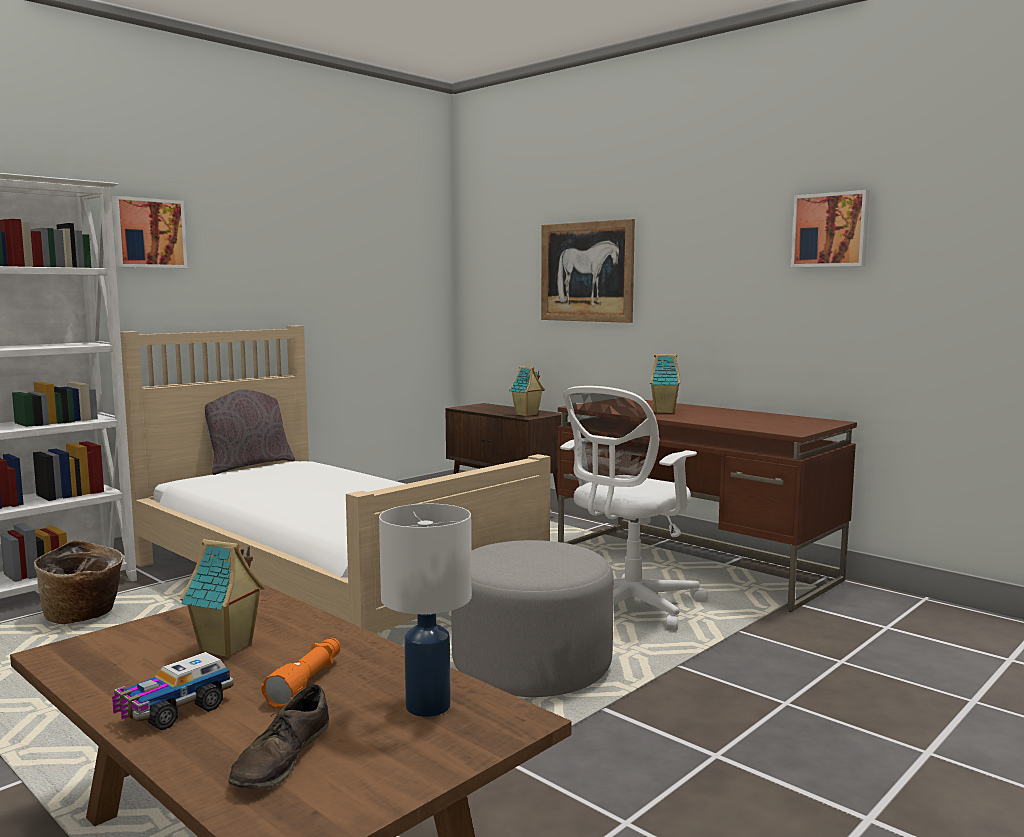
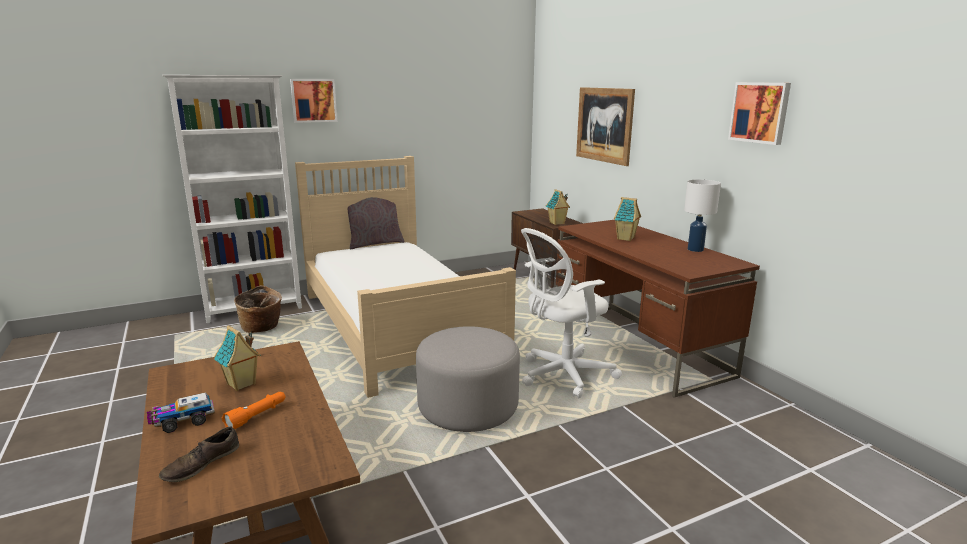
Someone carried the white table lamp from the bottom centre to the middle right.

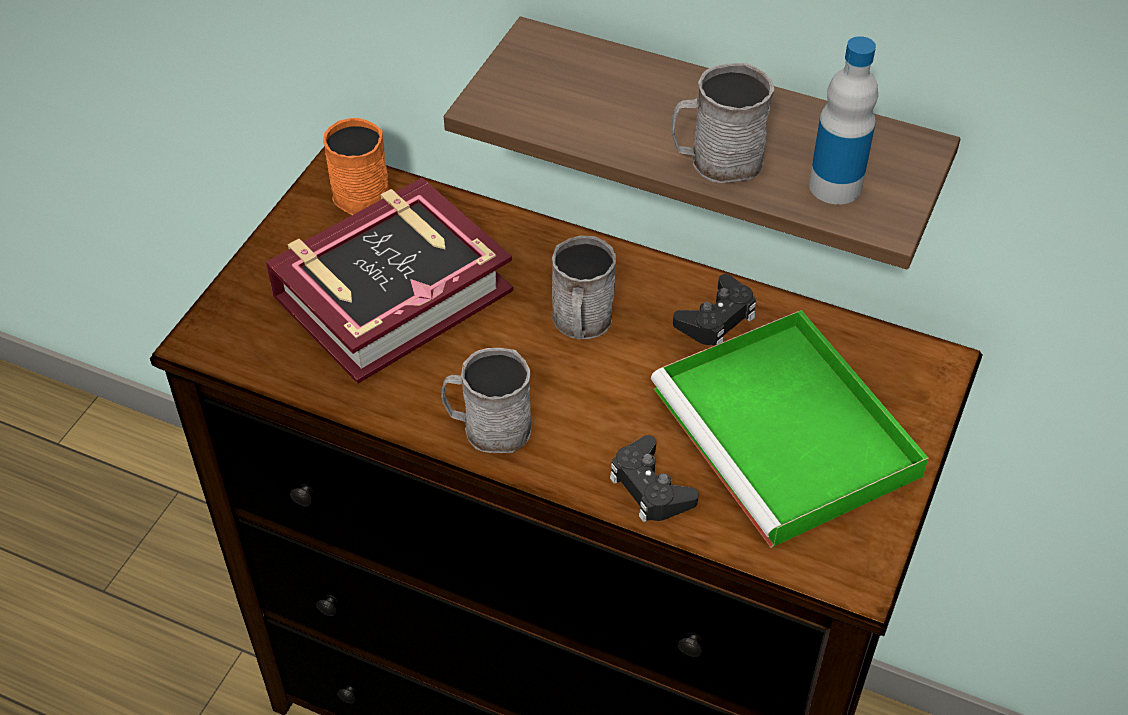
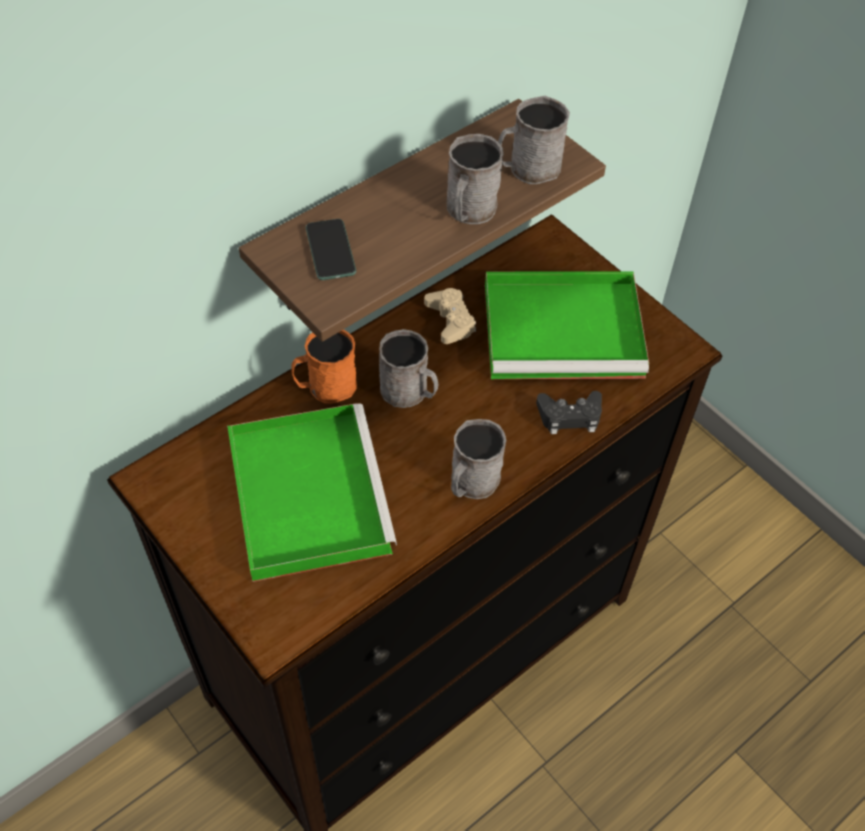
Someone swapped the bottle at the top right for the grey mug (no. 4 from left) at the top centre.
Someone carried the orange mug from the top left to the centre.
Someone swapped the book at the centre for the green tray (no. 1 from left) at the centre.
Someone repainted the black game controller (no. 2 from left) at the centre, which became the beige game controller at the centre.
Someone put down the phone at the top centre.

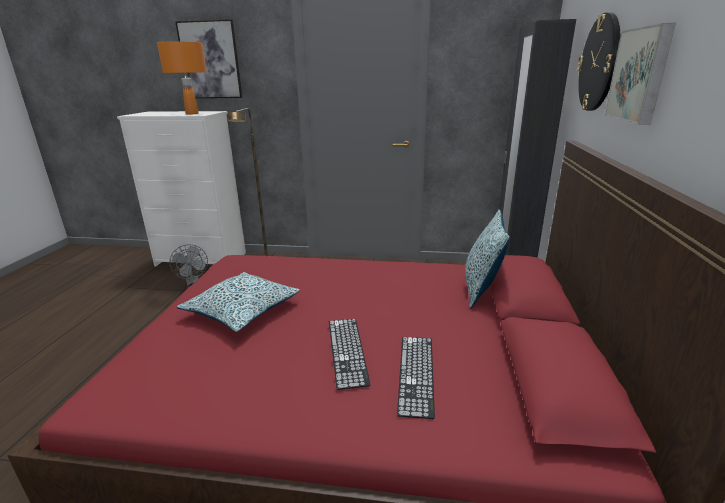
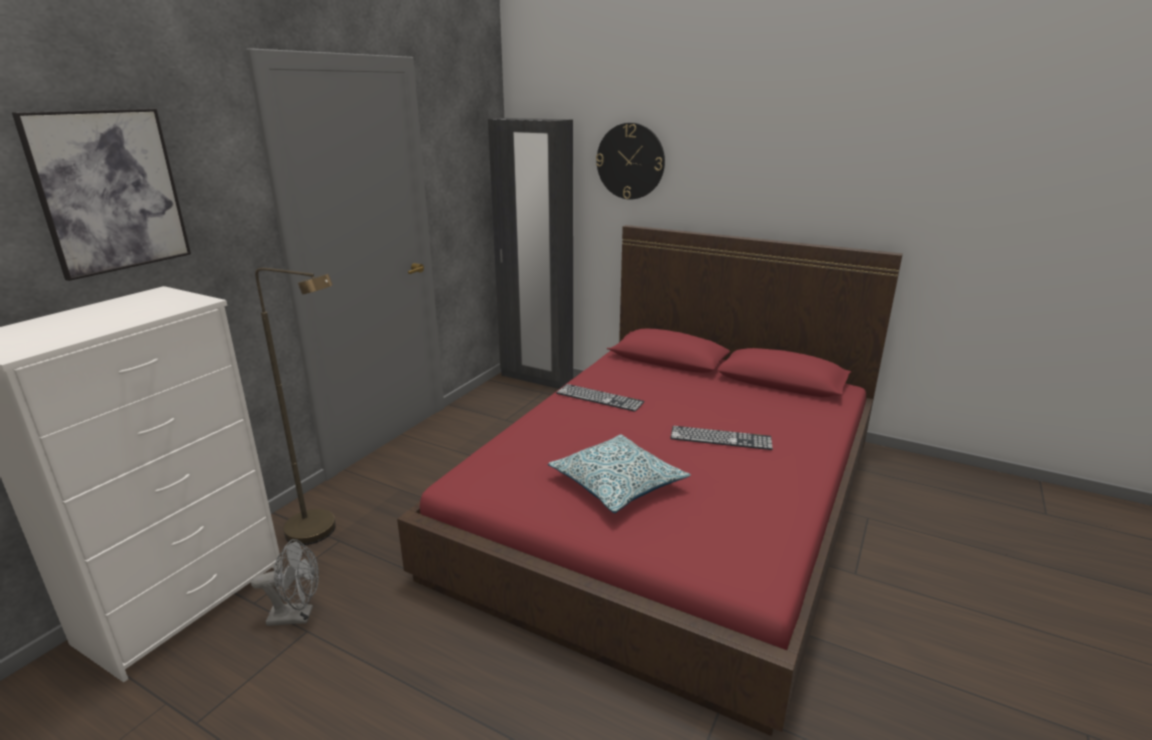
Someone took away the picture (no. 2 from left) at the top right.
Someone took away the orange table lamp at the top left.
Someone took away the pillow (no. 2 from left) at the middle right.
Someone carried the keyboard (no. 2 from left in the first image) from the bottom centre to the centre.

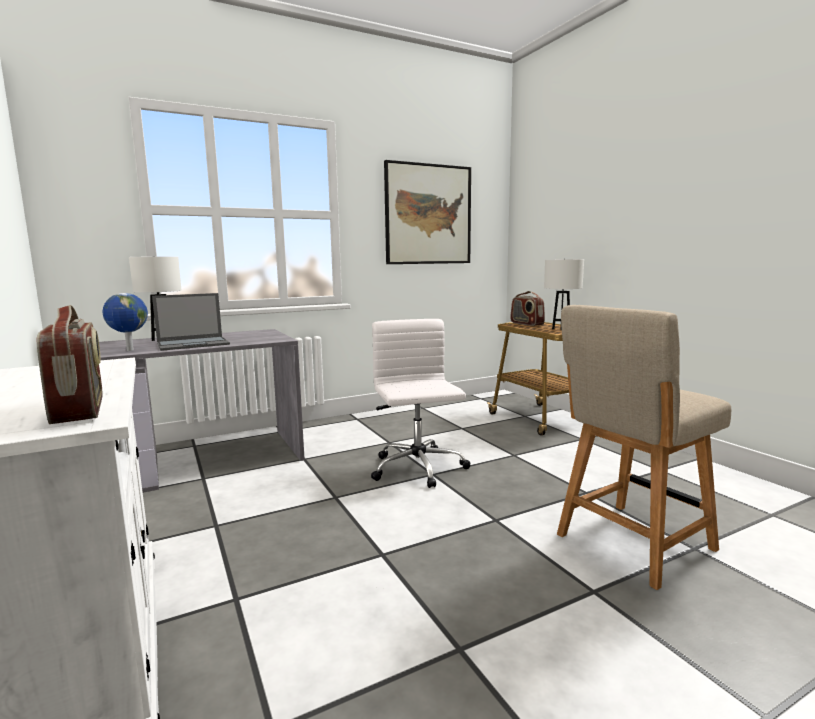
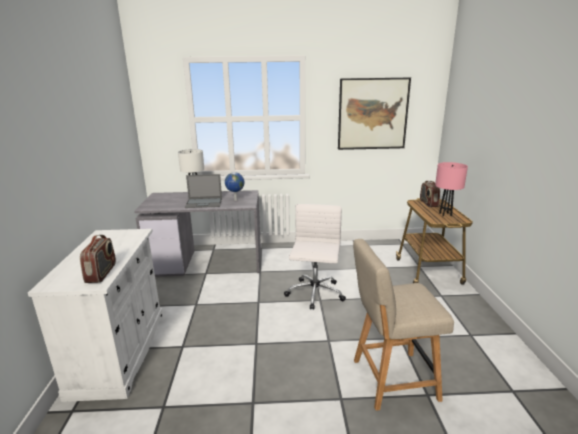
Someone repainted the white table lamp (no. 2 from left) at the middle right, which became the pink table lamp at the middle right.
Someone carried the globe from the middle left to the centre.

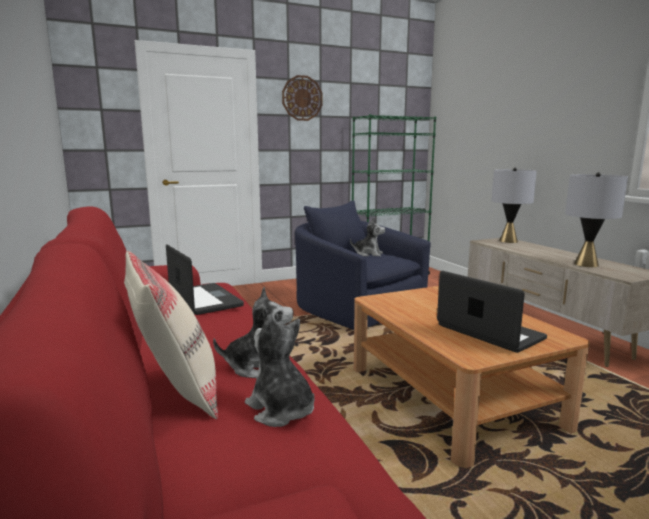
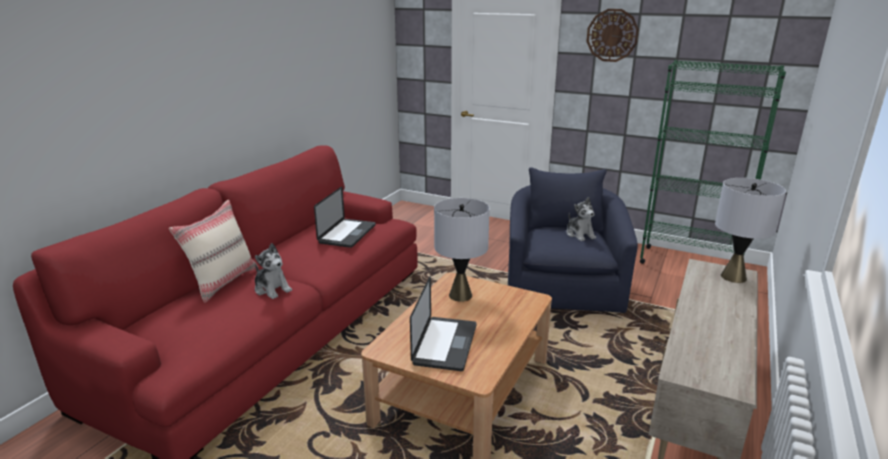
Someone carried the grey table lamp (no. 2 from left in the first image) from the middle right to the centre.
Someone took away the plush toy (no. 2 from left) at the bottom centre.

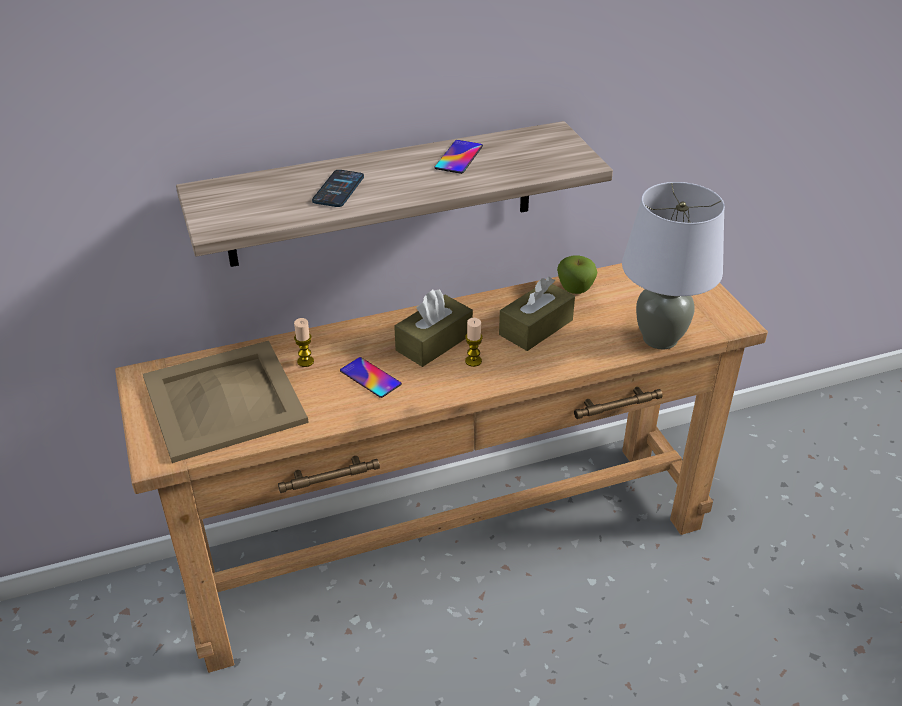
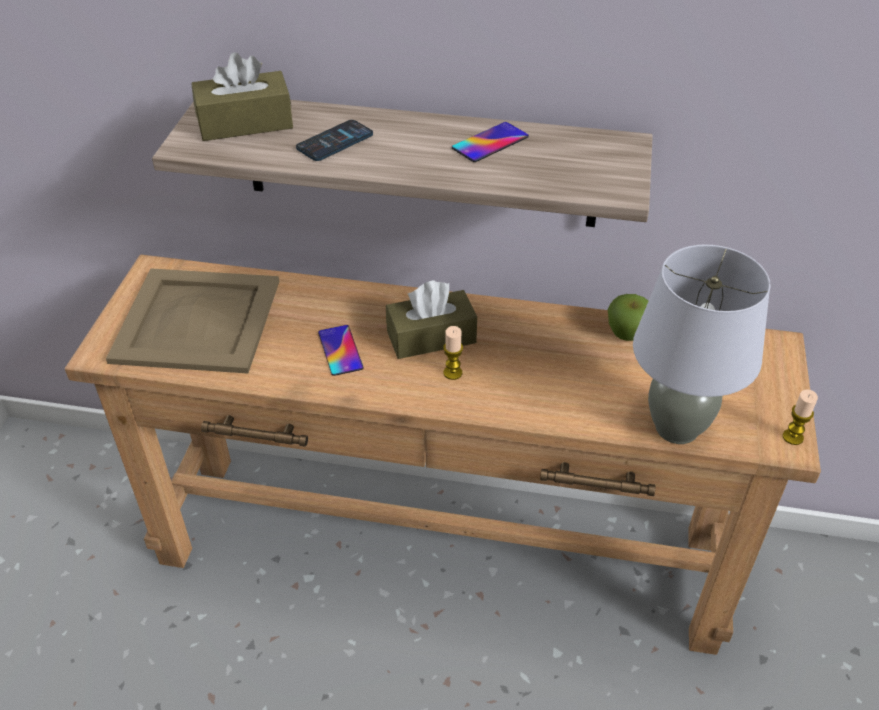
Someone carried the brown tissue box (no. 2 from left in the first image) from the centre to the top left.
Someone carried the candle (no. 1 from left in the first image) from the centre to the middle right.

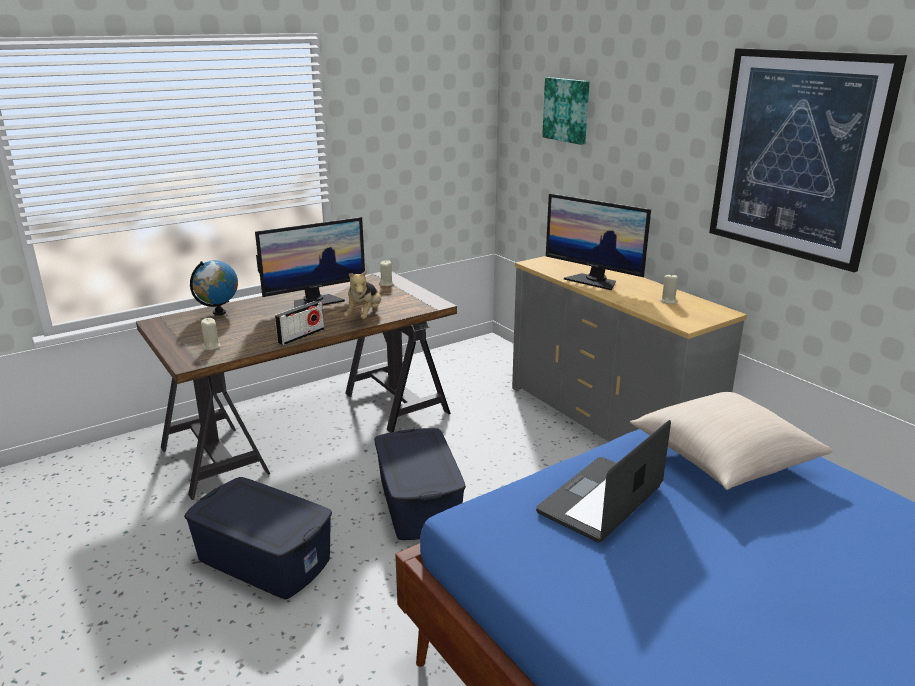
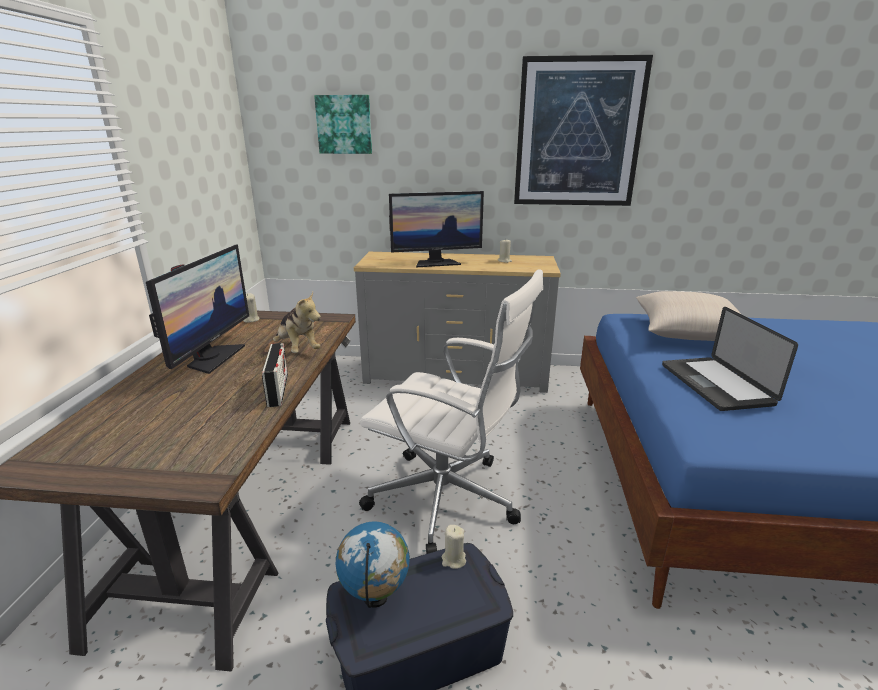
Someone carried the globe from the middle left to the bottom centre.
Someone carried the beige candle (no. 1 from left in the first image) from the middle left to the bottom centre.
Someone swapped the blue storage box (no. 2 from left) at the bottom centre for the white office chair at the centre.

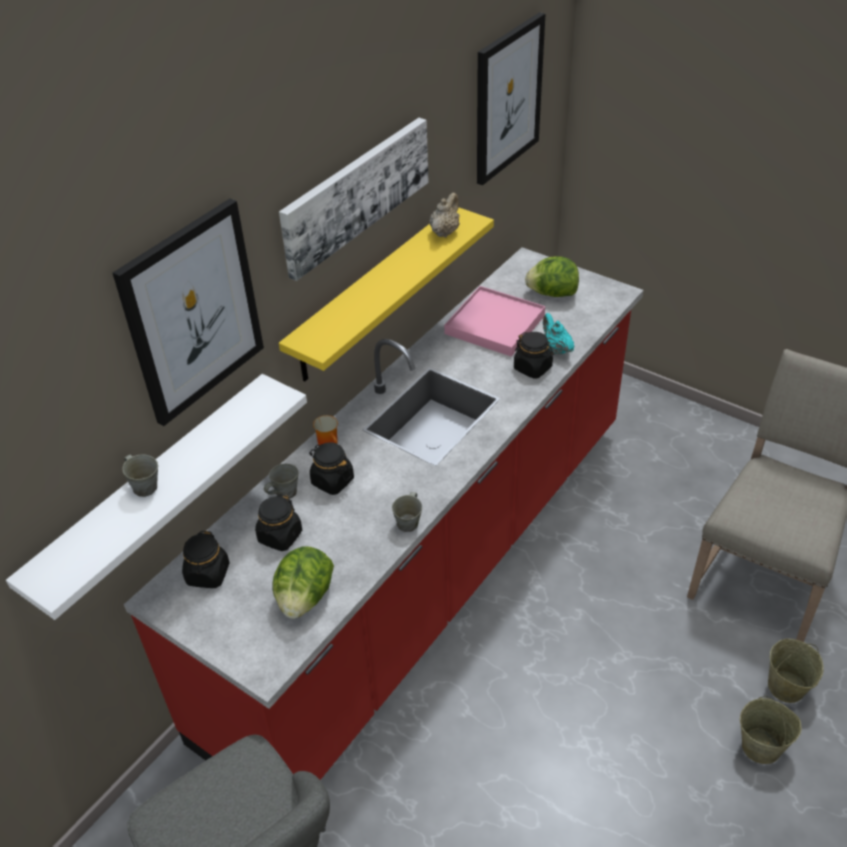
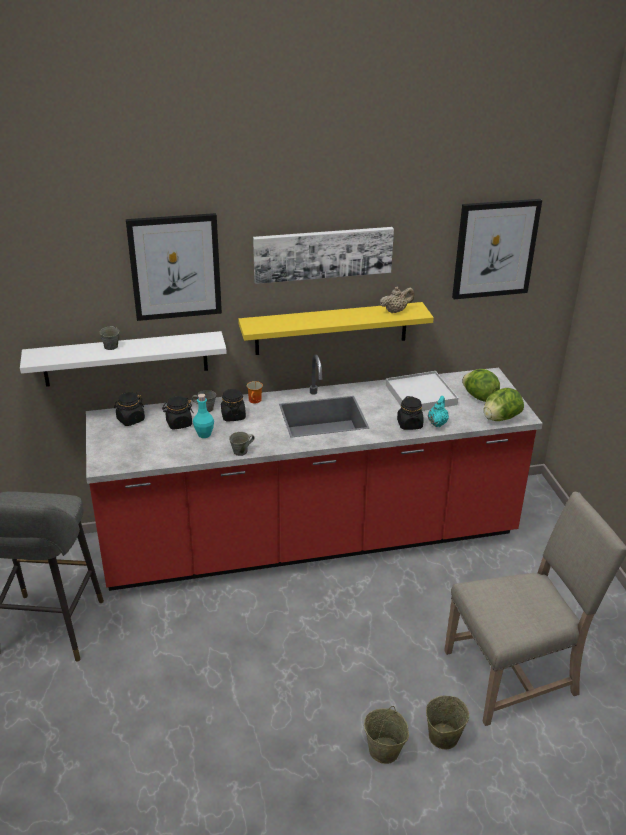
Someone repainted the pink tray at the centre, which became the white tray at the middle right.
Someone carried the lettuce (no. 1 from left in the first image) from the bottom centre to the middle right.
Someone put down the turquoise bottle at the middle left.

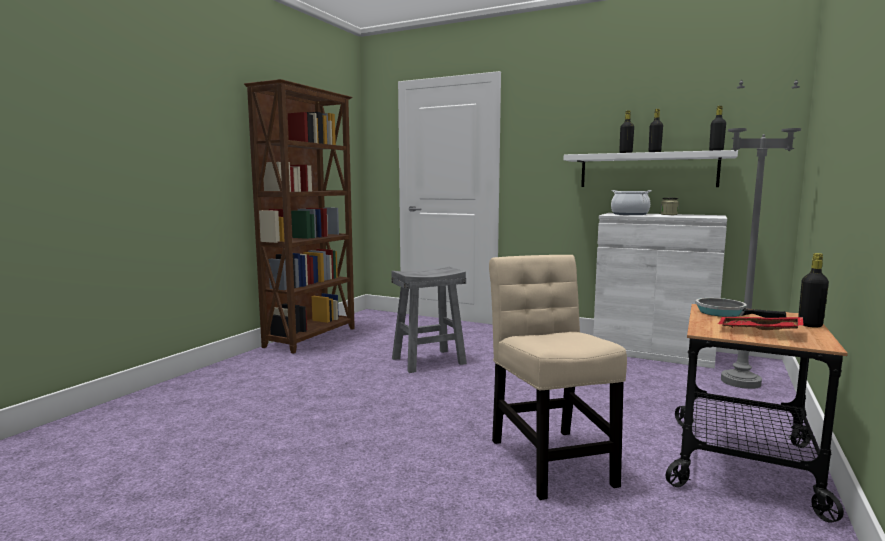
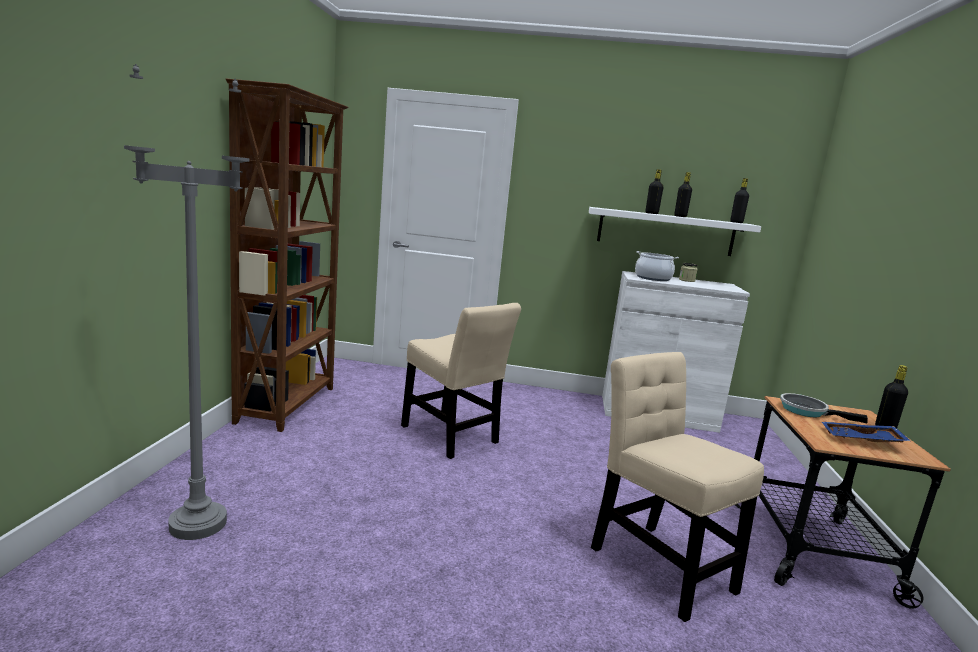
Someone carried the grey floor lamp from the middle right to the middle left.
Someone swapped the grey stool at the centre for the beige chair (no. 1 from left) at the centre.
Someone repainted the red tray at the middle right, which became the blue tray at the middle right.

